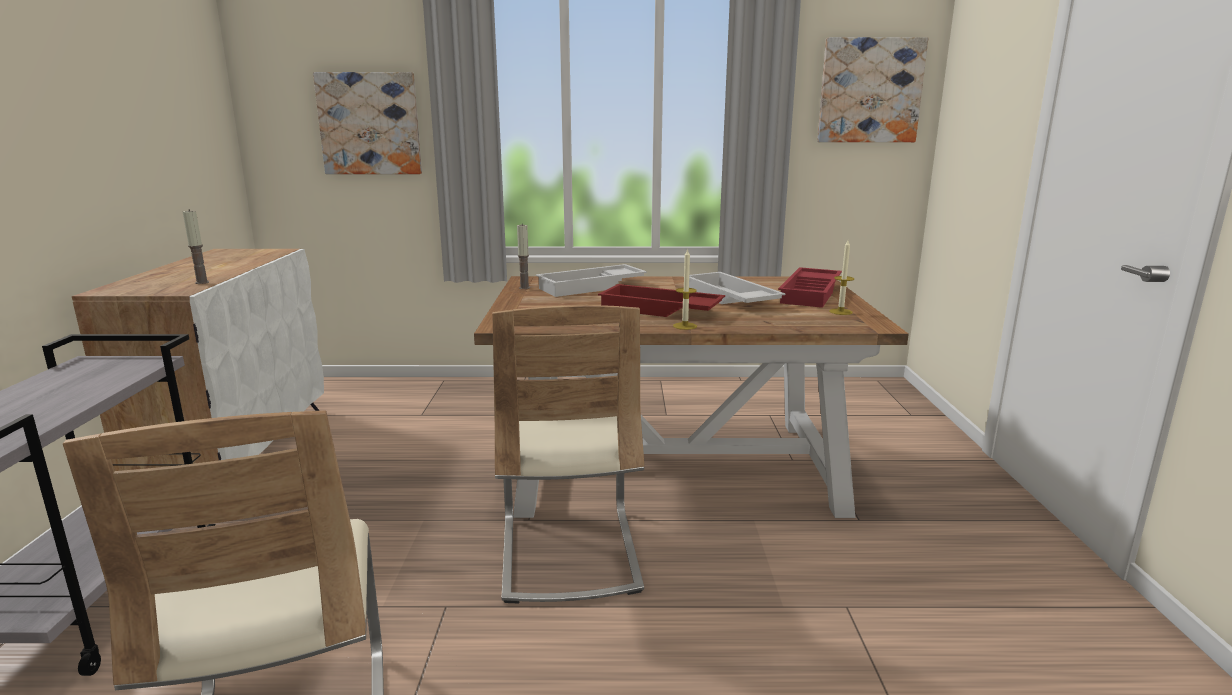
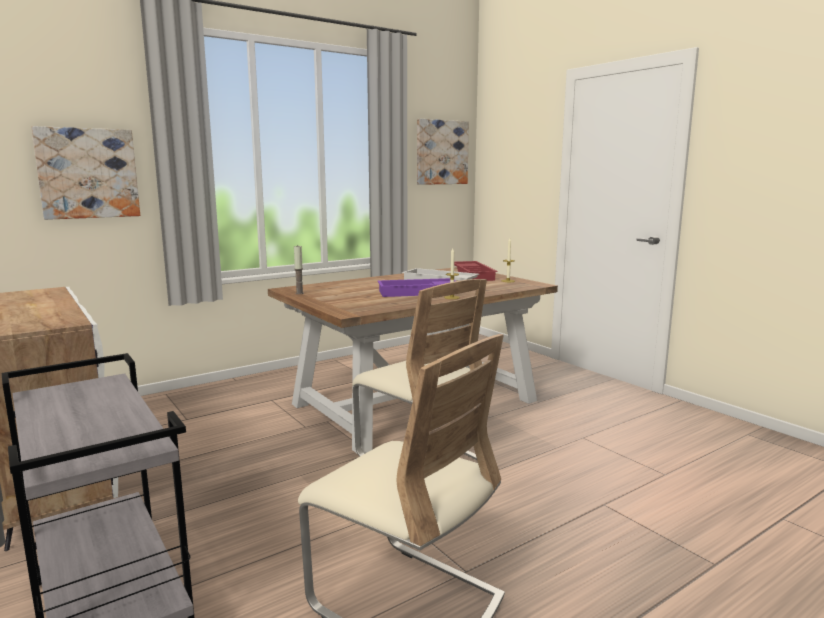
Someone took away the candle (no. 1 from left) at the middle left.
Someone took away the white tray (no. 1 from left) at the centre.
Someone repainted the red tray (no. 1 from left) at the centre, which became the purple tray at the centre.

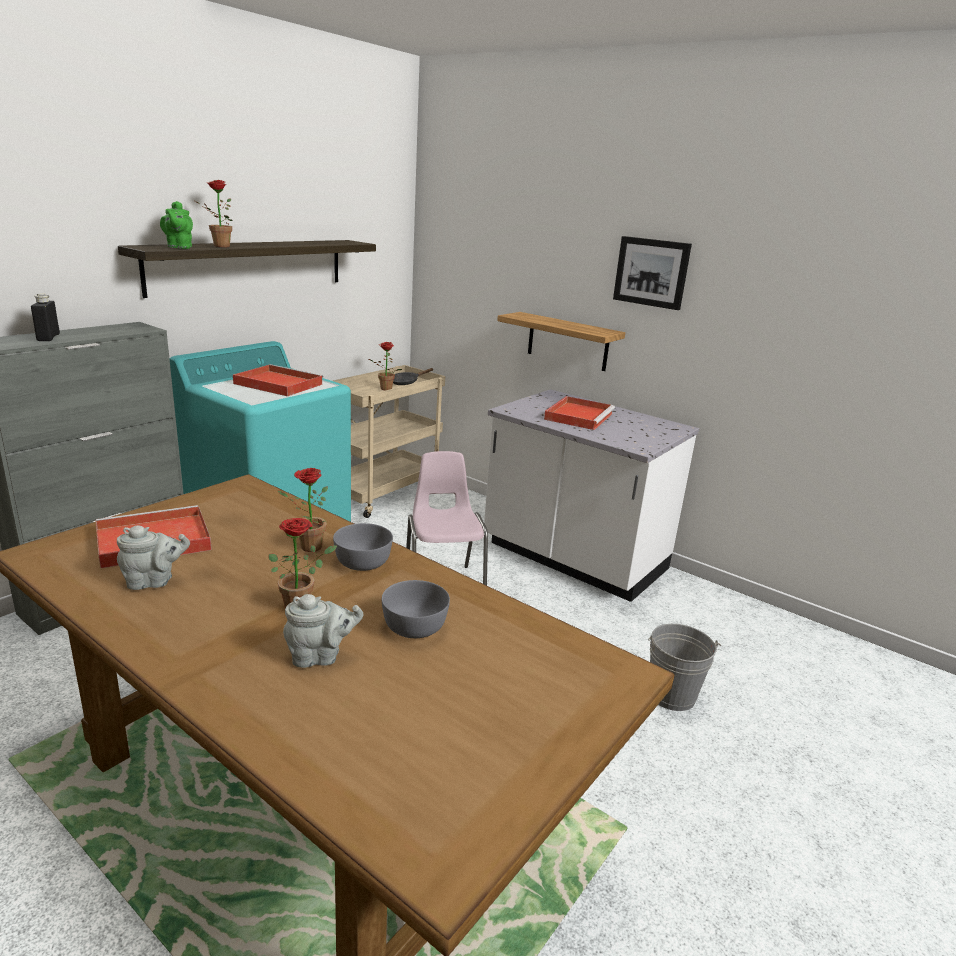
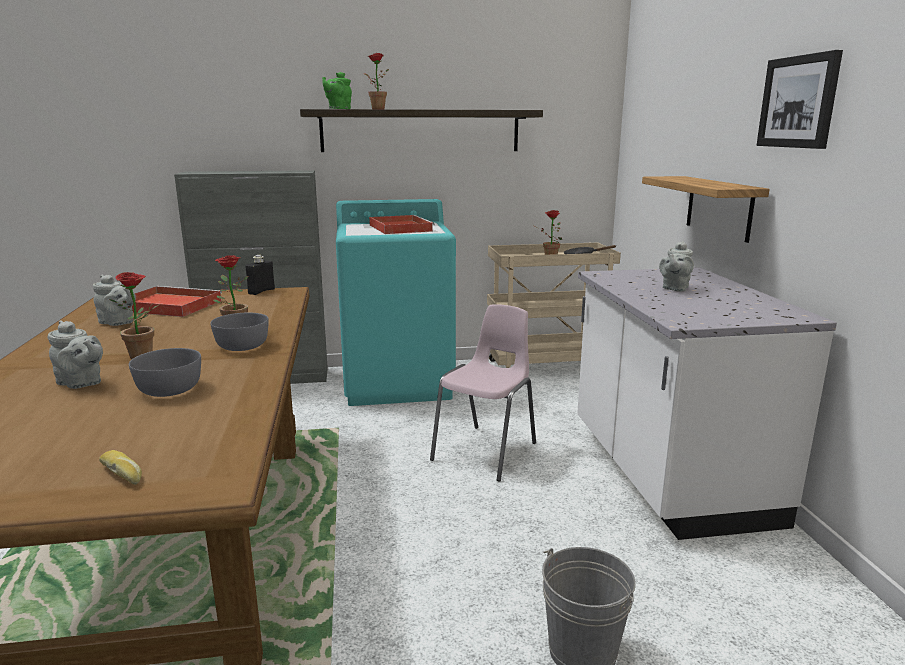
Someone carried the black bottle from the top left to the middle left.
Someone swapped the red tray (no. 3 from left) at the centre for the grey teapot (no. 3 from left) at the middle right.
Someone put down the bread at the bottom left.

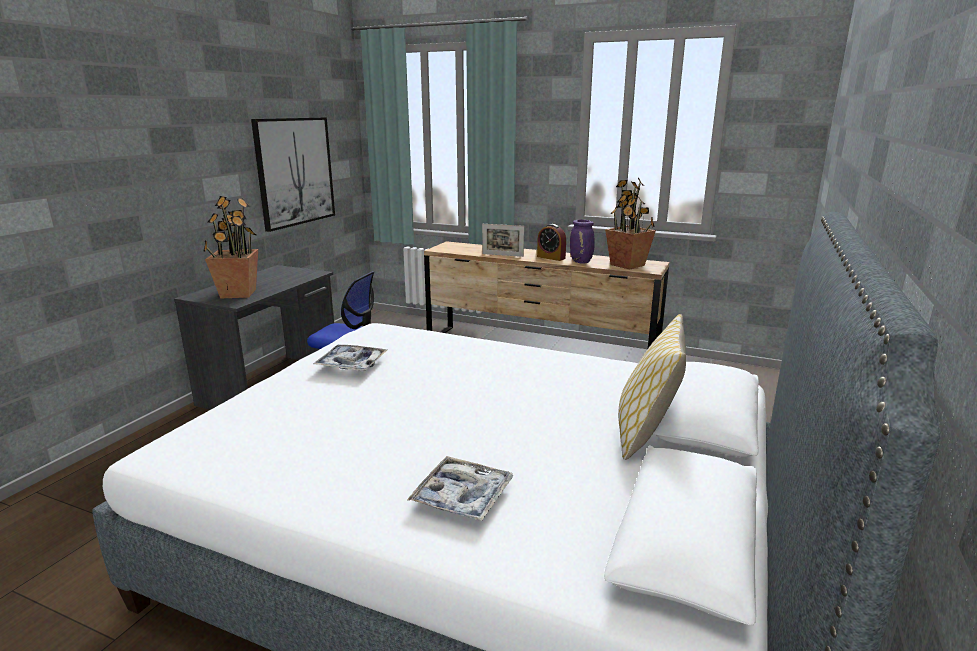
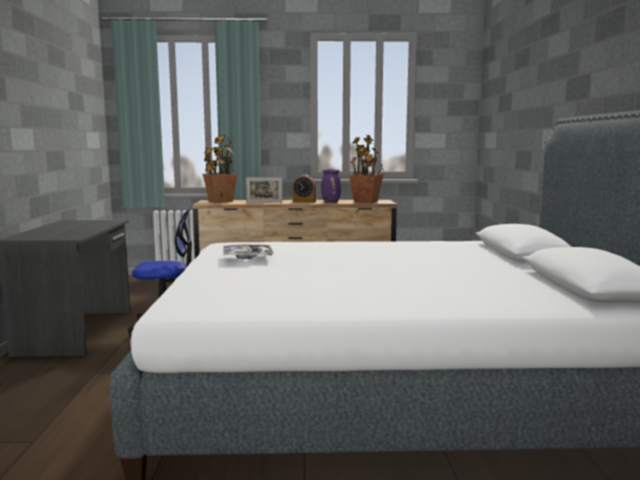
Someone took away the picture at the top left.
Someone carried the potted plant (no. 1 from left) from the middle left to the centre.
Someone took away the pillow at the middle right.
Someone took away the tray (no. 2 from left) at the bottom centre.

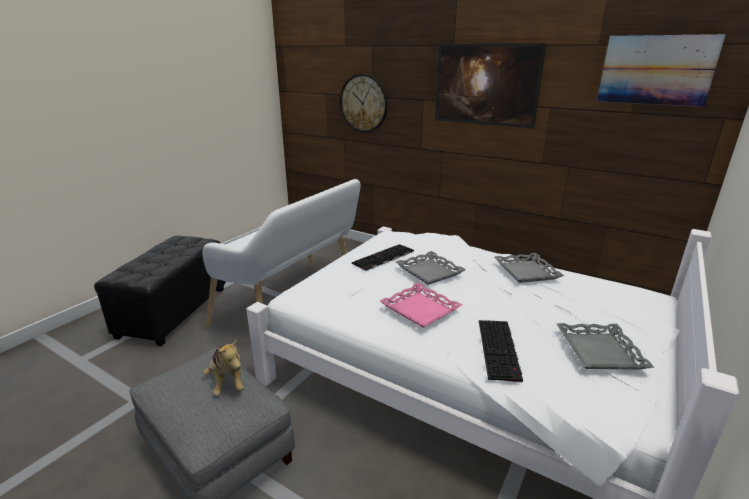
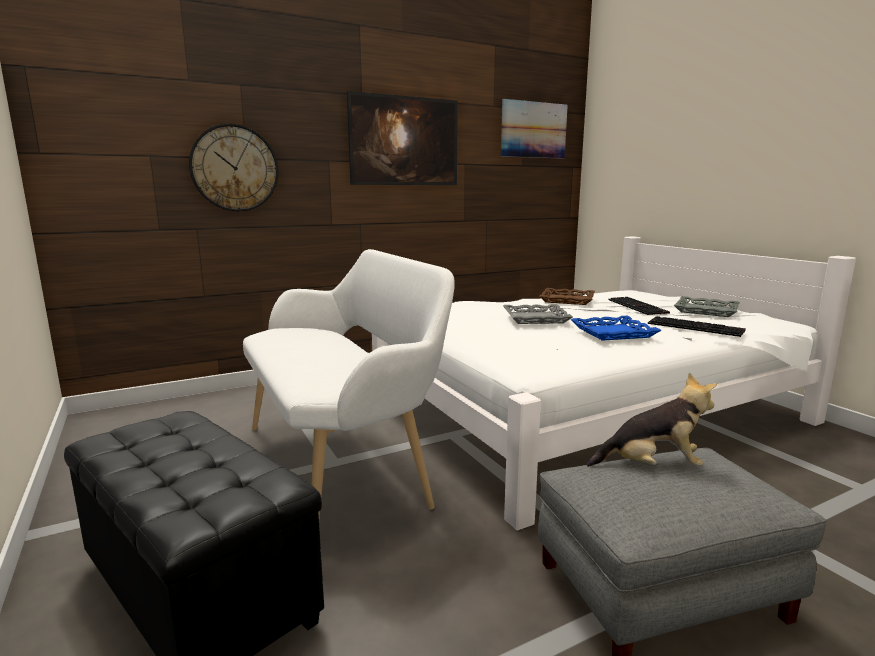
Someone carried the keyboard (no. 1 from left) from the centre to the middle right.
Someone repainted the grey tray (no. 2 from left) at the middle right, which became the brown tray at the centre.
Someone repainted the pink tray at the centre, which became the blue tray at the middle right.

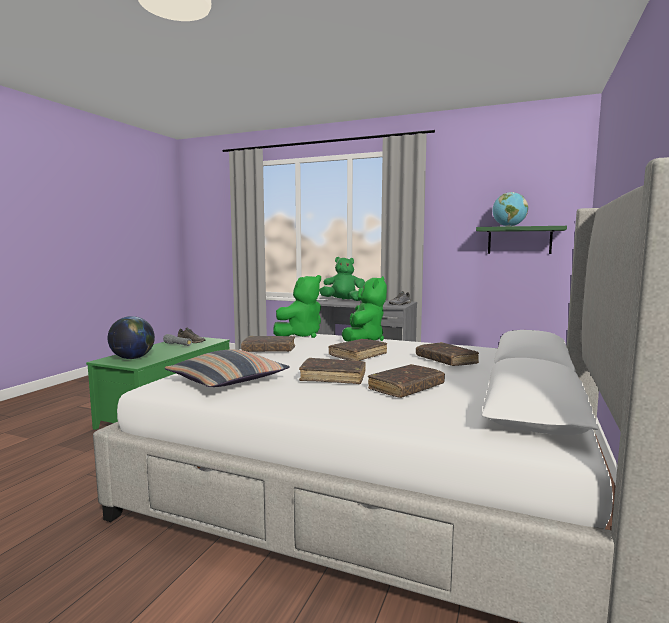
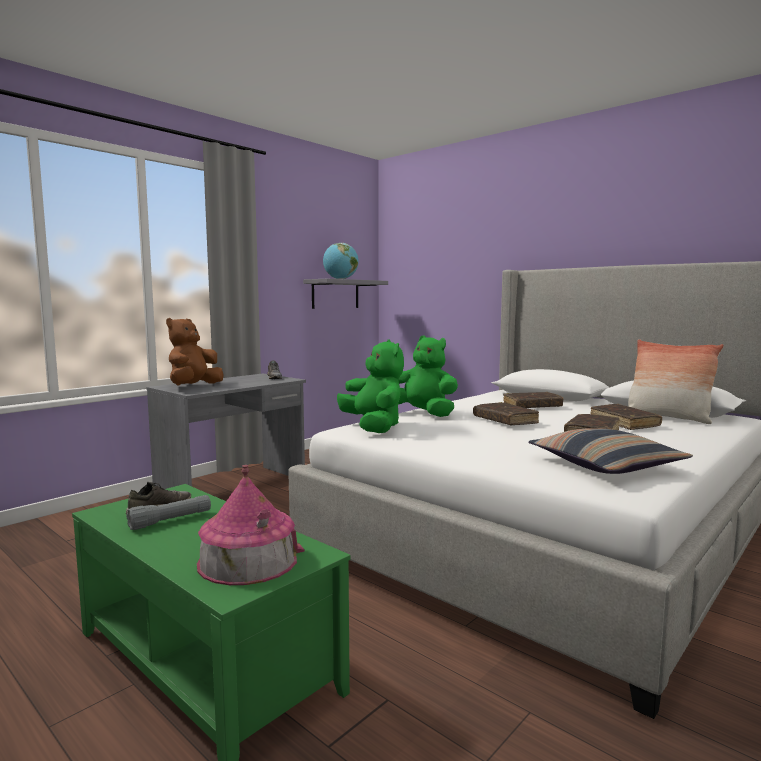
Someone repainted the green shelf at the middle right, which became the grey shelf at the centre.
Someone repainted the green plush toy (no. 2 from left) at the centre, which became the brown plush toy at the middle left.
Someone swapped the globe (no. 1 from left) at the middle left for the toy house at the bottom left.
Someone took away the brown book (no. 1 from left) at the centre.
Someone put down the pillow (no. 2 from left) at the middle right.

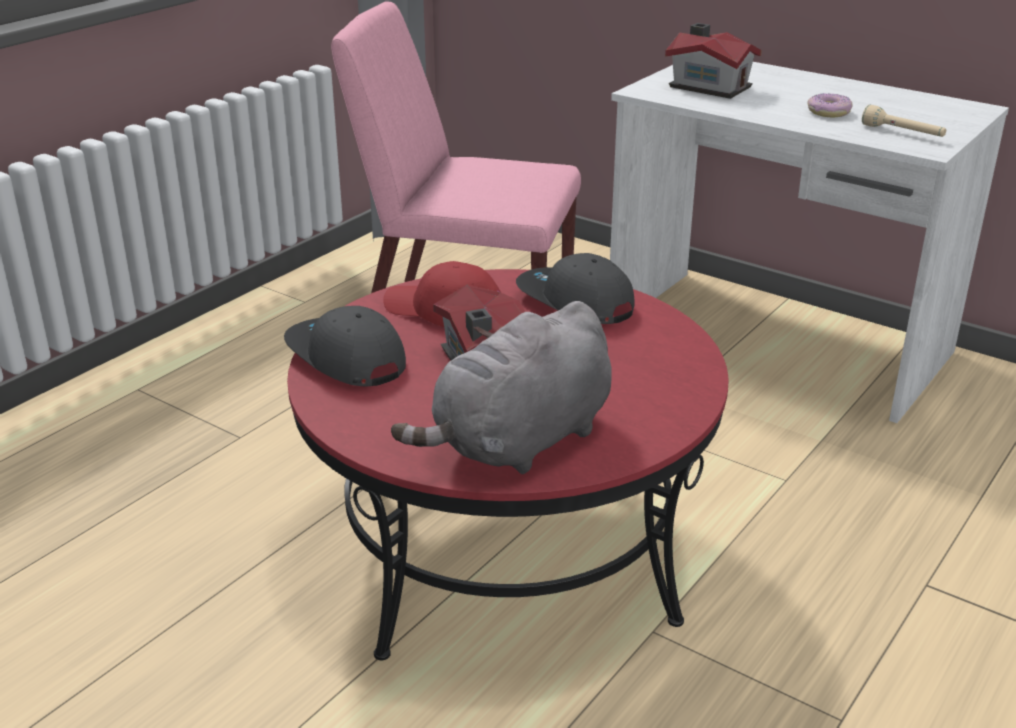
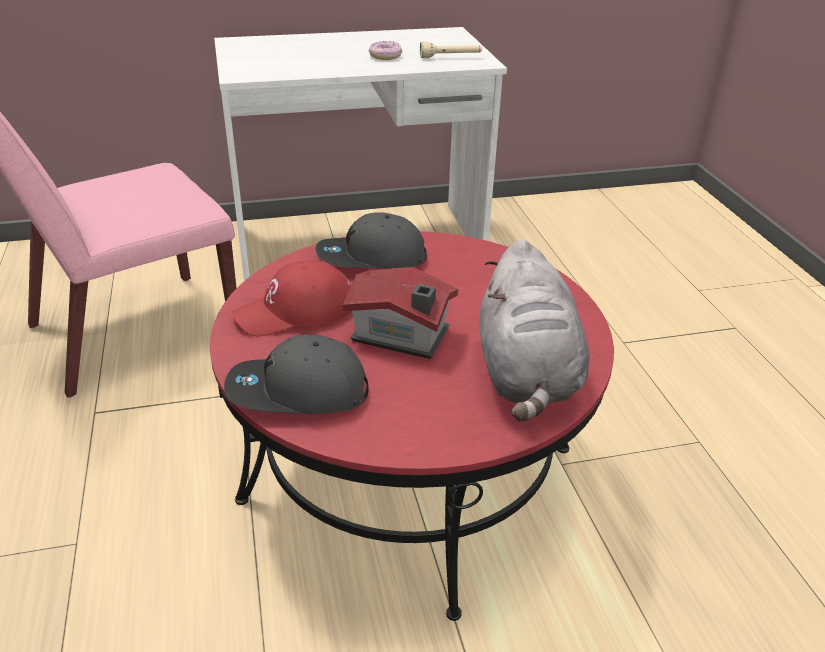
Someone took away the toy house (no. 2 from left) at the top right.

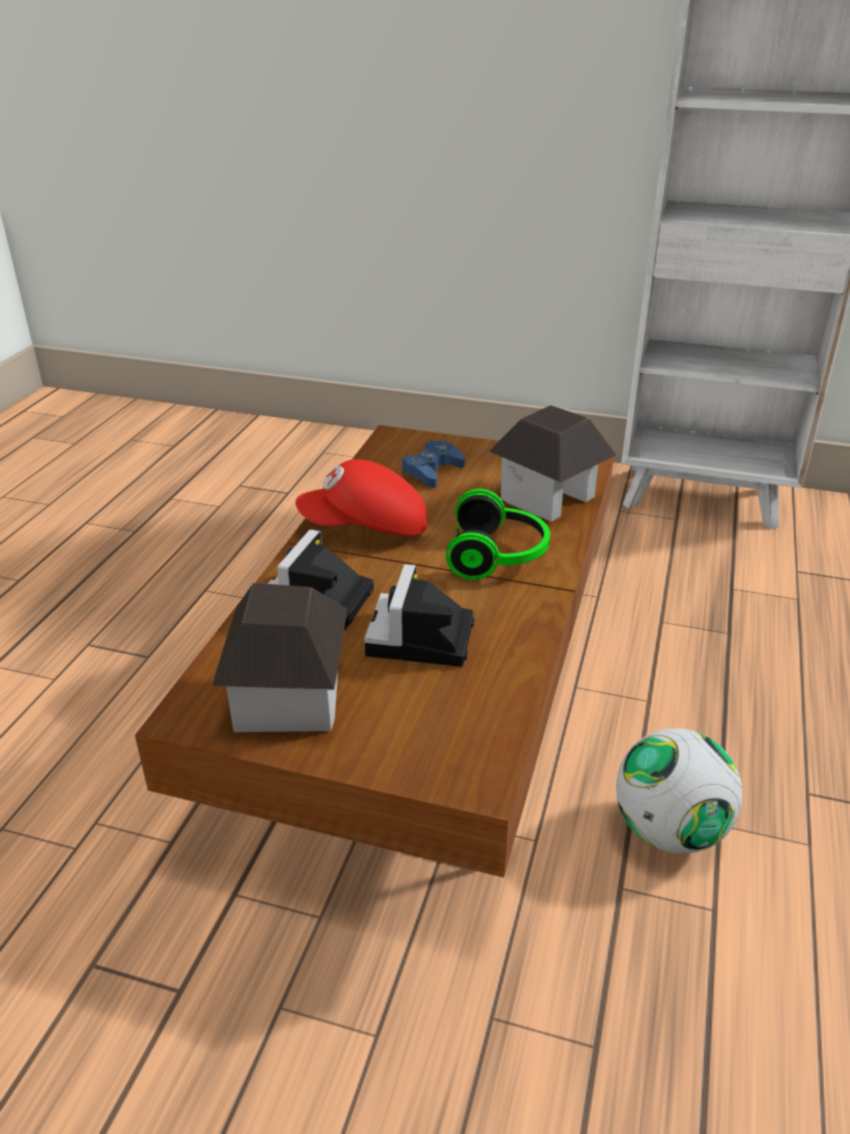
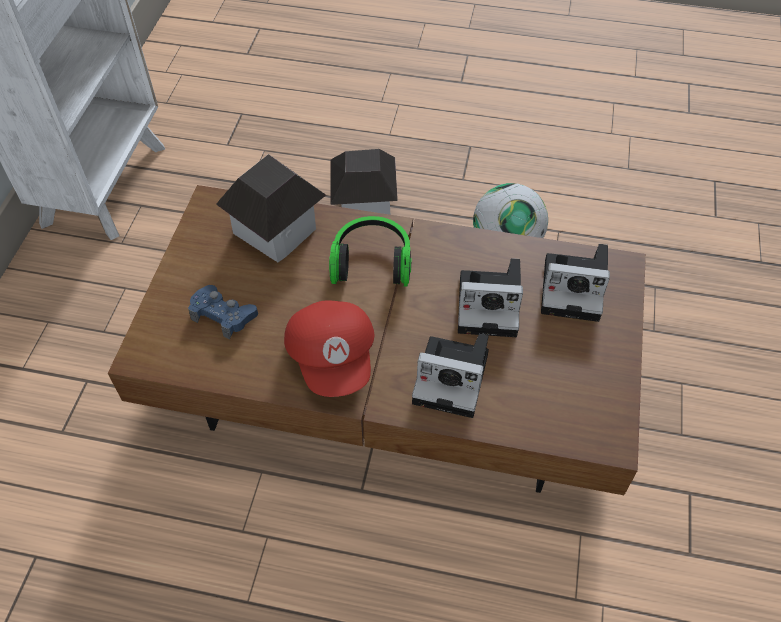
Someone carried the toy house (no. 1 from left in the first image) from the middle left to the top centre.
Someone put down the photo camera (no. 3 from left) at the middle right.

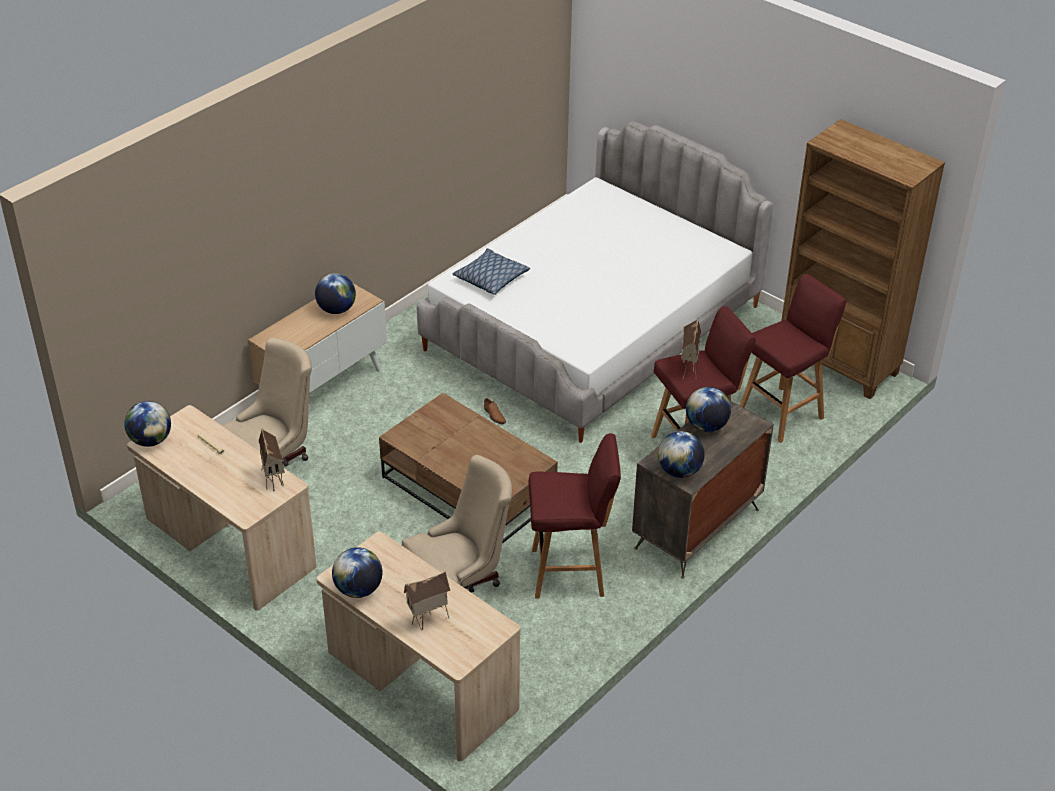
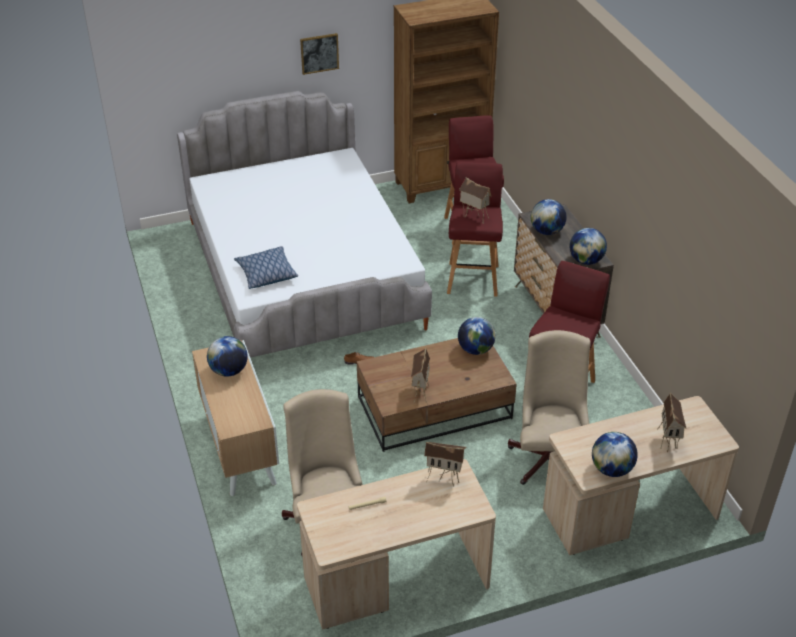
Someone carried the globe (no. 1 from left in the first image) from the middle left to the centre.
Someone put up the picture at the top centre.
Someone put down the toy house (no. 1 from left) at the centre.

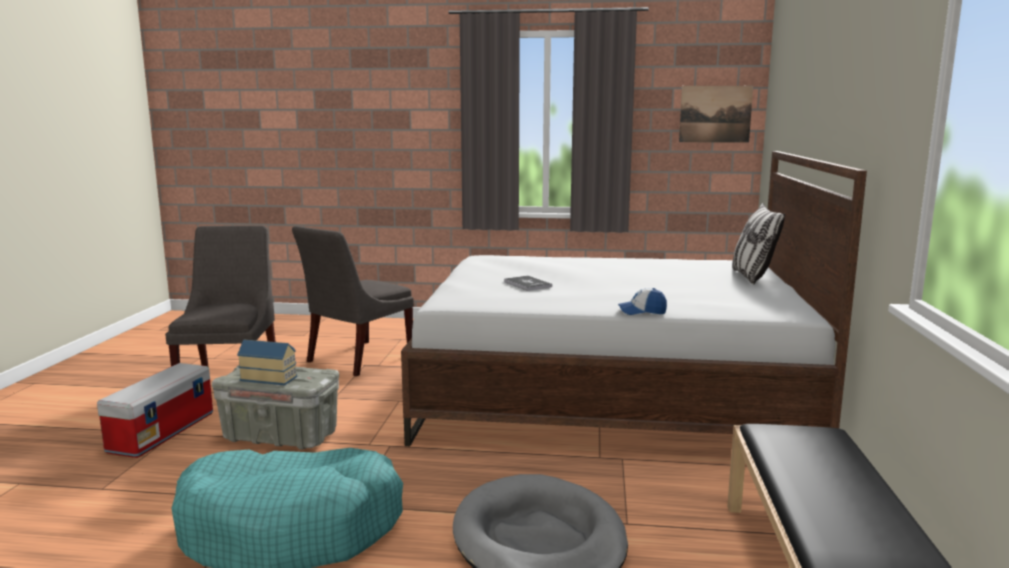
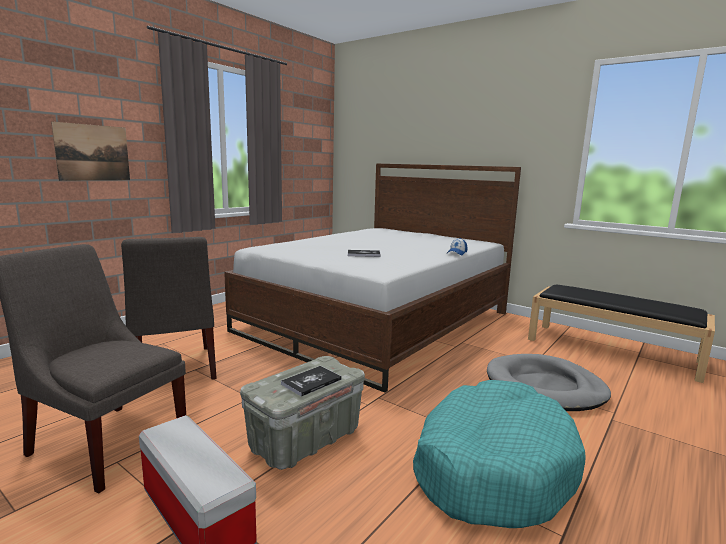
Someone carried the picture from the top right to the top left.
Someone took away the pillow at the middle right.
Someone swapped the toy house at the middle left for the book (no. 1 from left) at the bottom centre.

